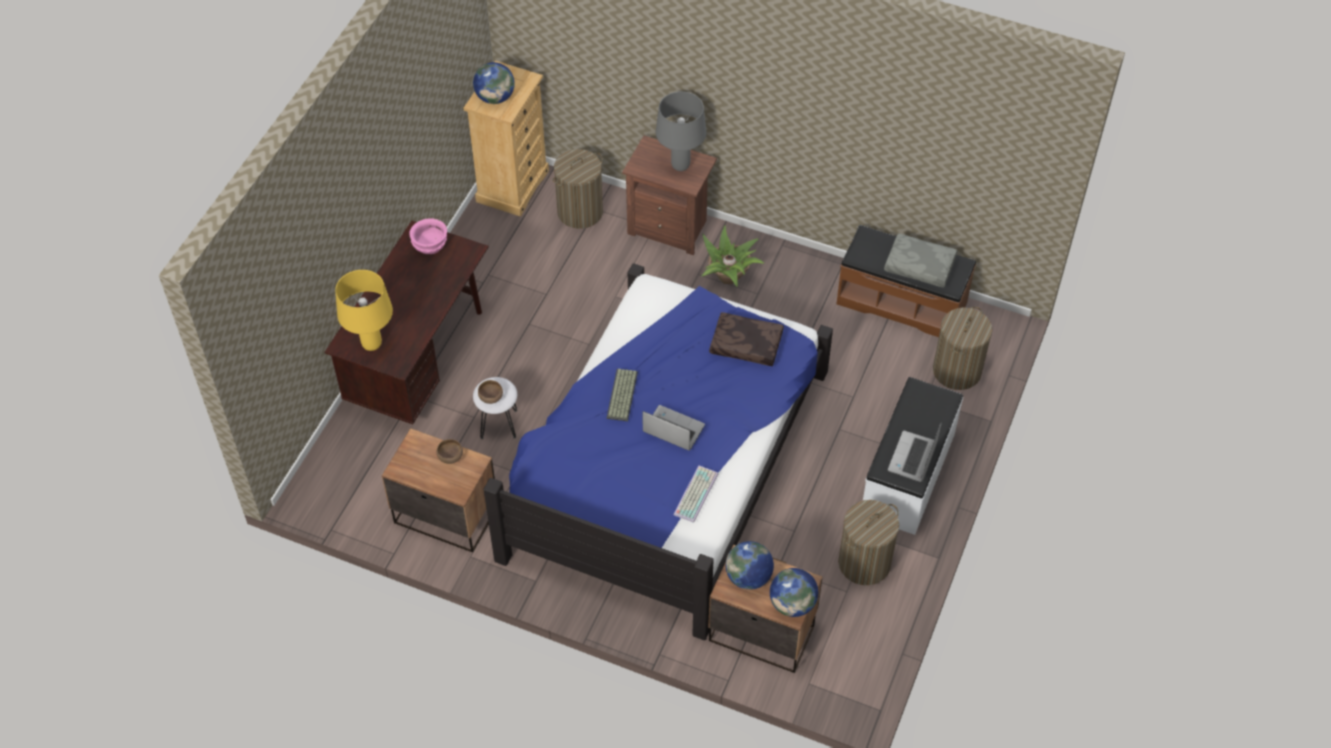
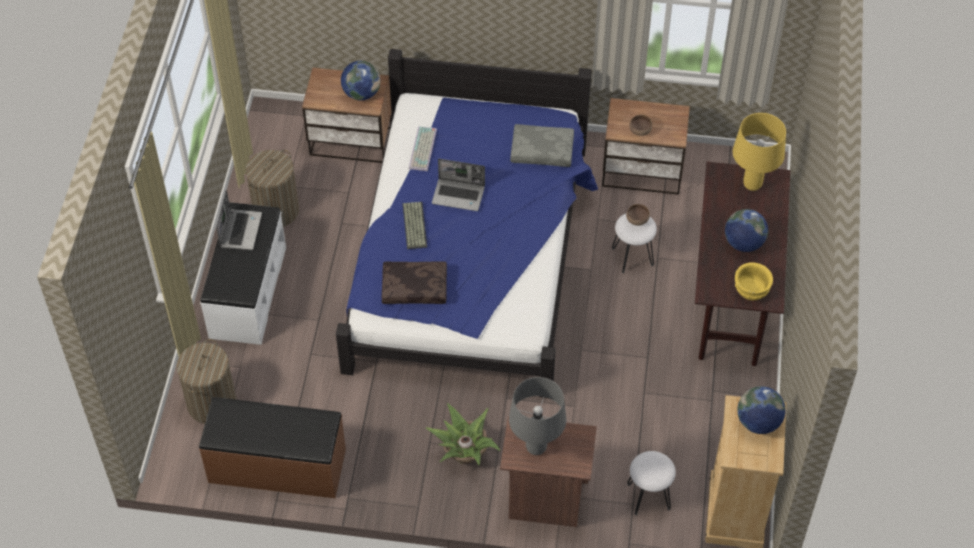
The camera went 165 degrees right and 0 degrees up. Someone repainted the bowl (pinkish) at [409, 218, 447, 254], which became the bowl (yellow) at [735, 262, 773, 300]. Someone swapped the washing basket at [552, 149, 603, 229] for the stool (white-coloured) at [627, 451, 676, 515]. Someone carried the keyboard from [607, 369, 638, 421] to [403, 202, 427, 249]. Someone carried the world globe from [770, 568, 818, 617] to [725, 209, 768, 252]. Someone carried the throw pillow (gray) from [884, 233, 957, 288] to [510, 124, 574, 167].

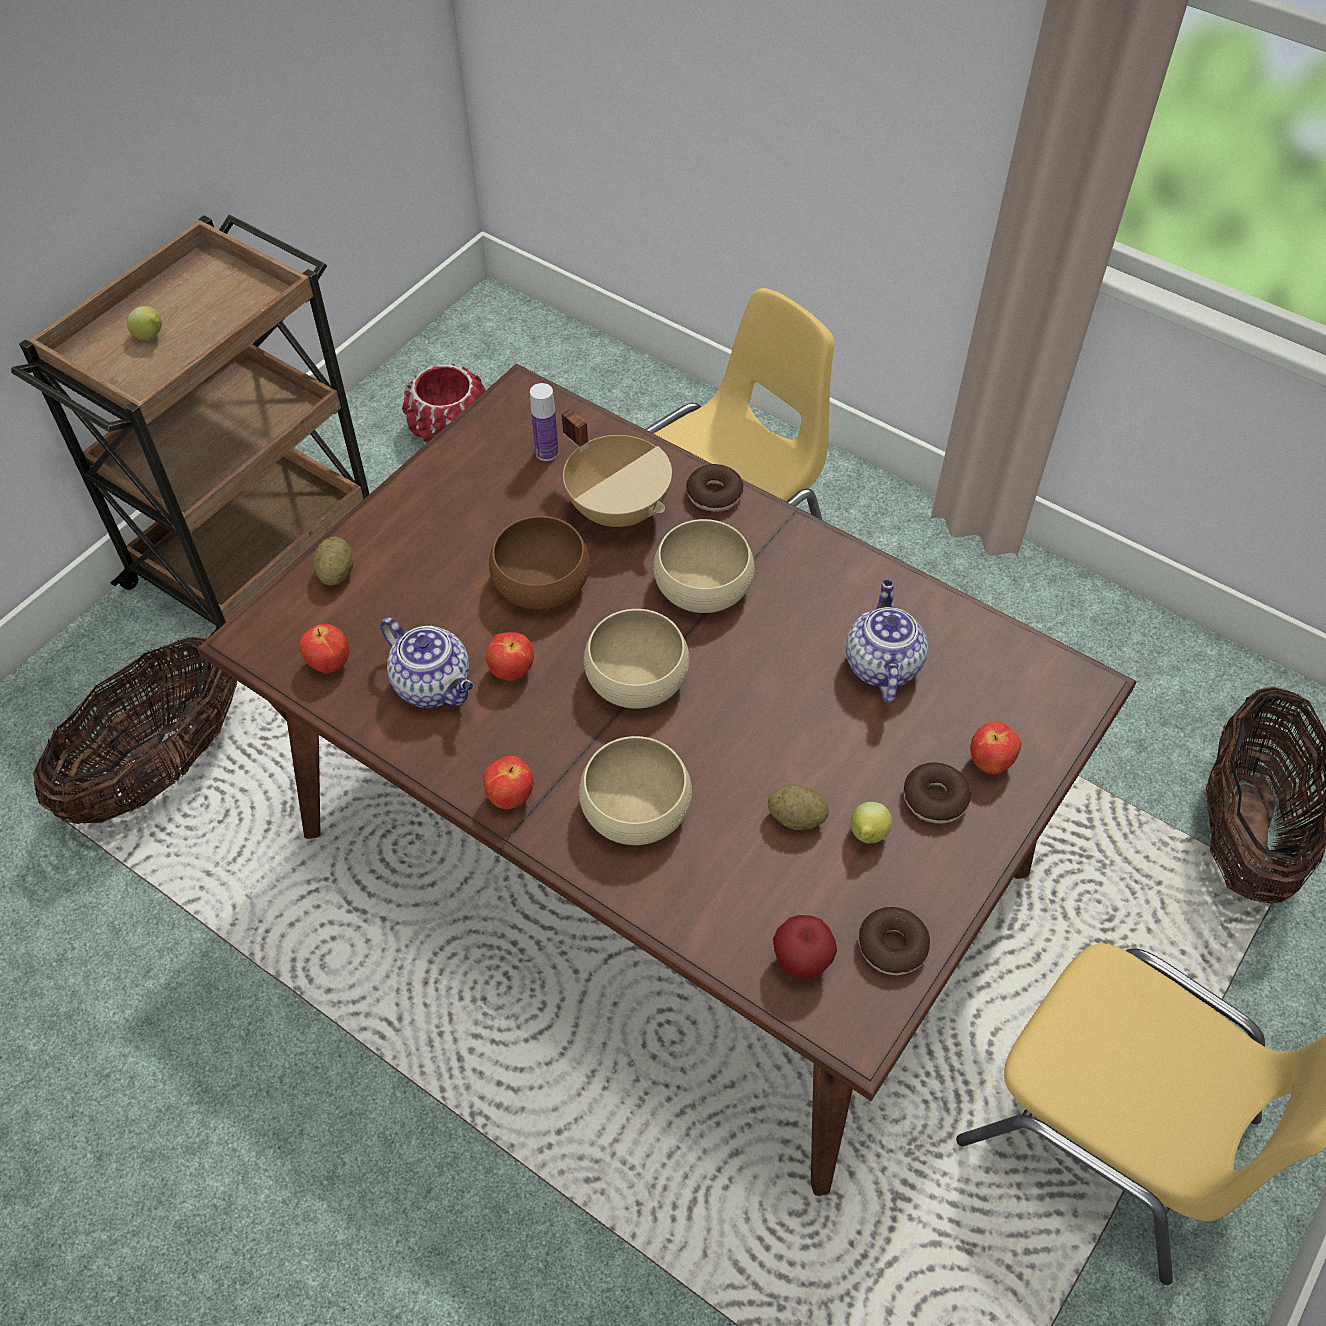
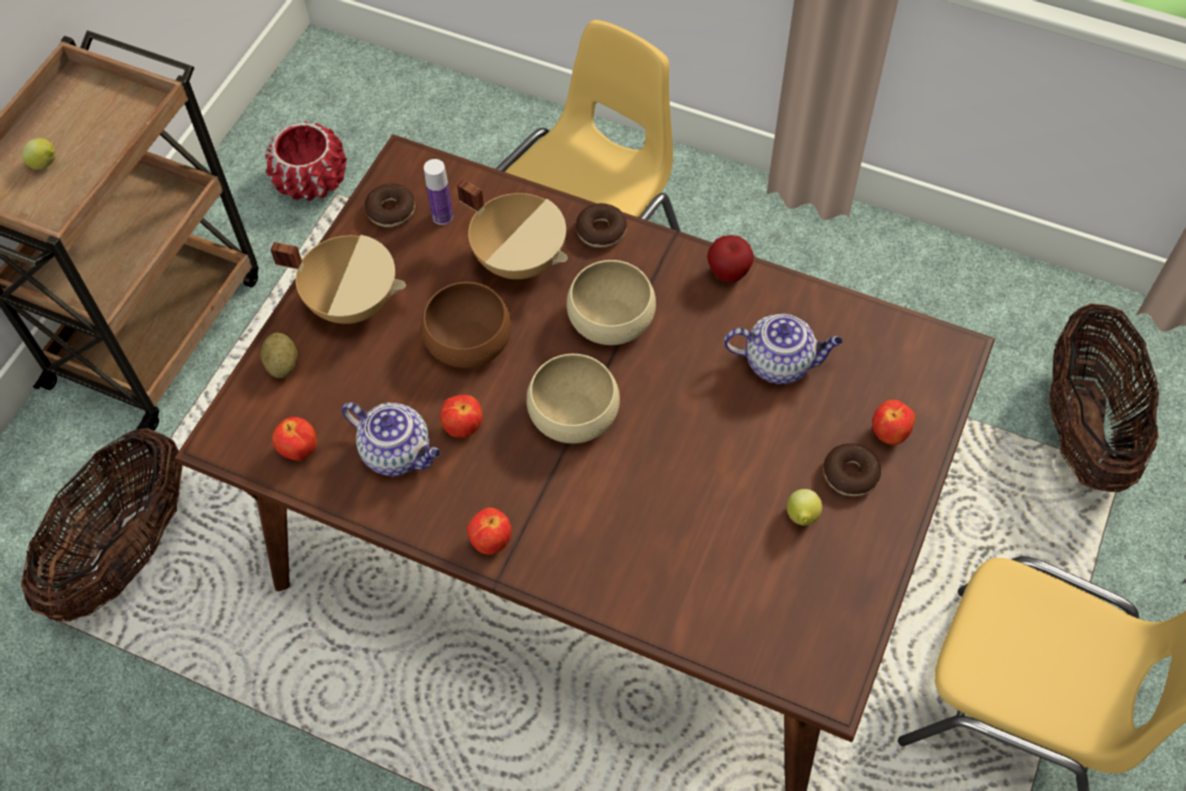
The camera went 10 degrees left and 5 degrees up. Someone took away the bowl (sand-coloured) at [579, 736, 692, 845]. Someone took away the spud at [768, 784, 829, 830]. Someone carried the whole apple from [773, 915, 837, 979] to [707, 235, 754, 283]. Someone rotated the pot for tea at [846, 580, 928, 703] by 105 degrees clockwise. Someone carried the ring doughnut from [859, 907, 930, 975] to [365, 183, 415, 227]. Someone put down the saucepot (sand-coloured) at [271, 235, 406, 324].

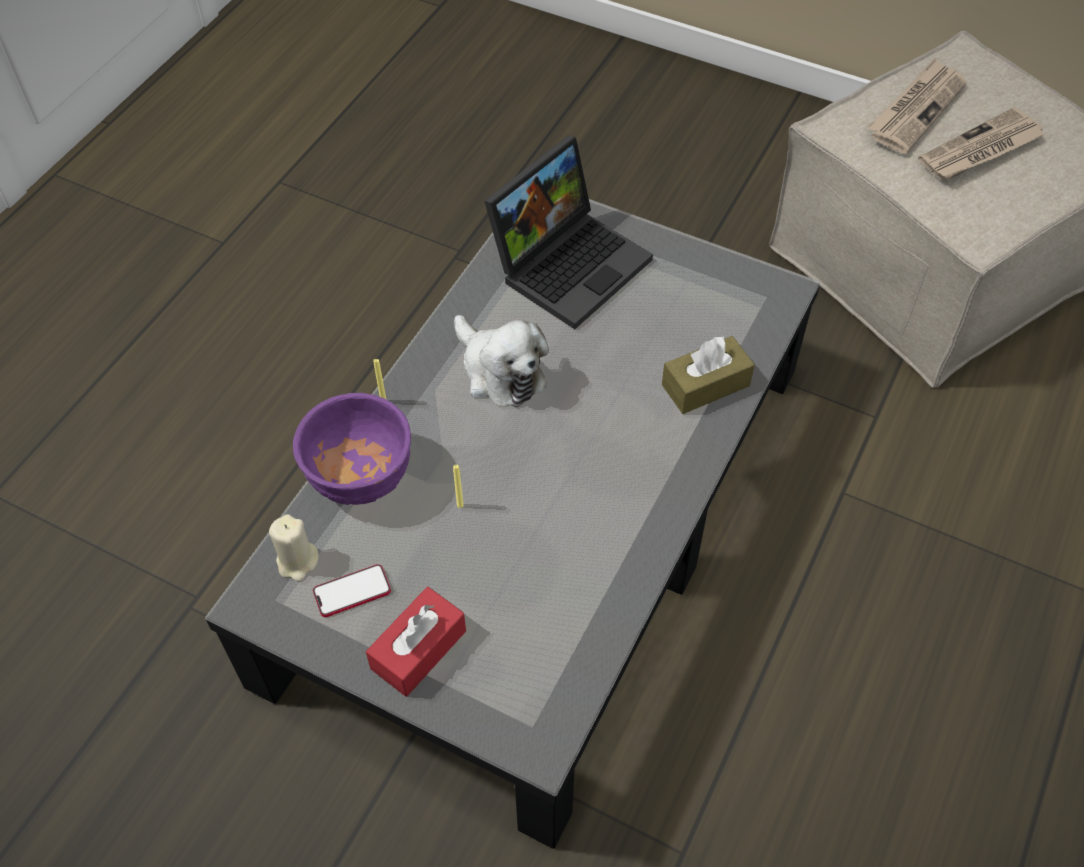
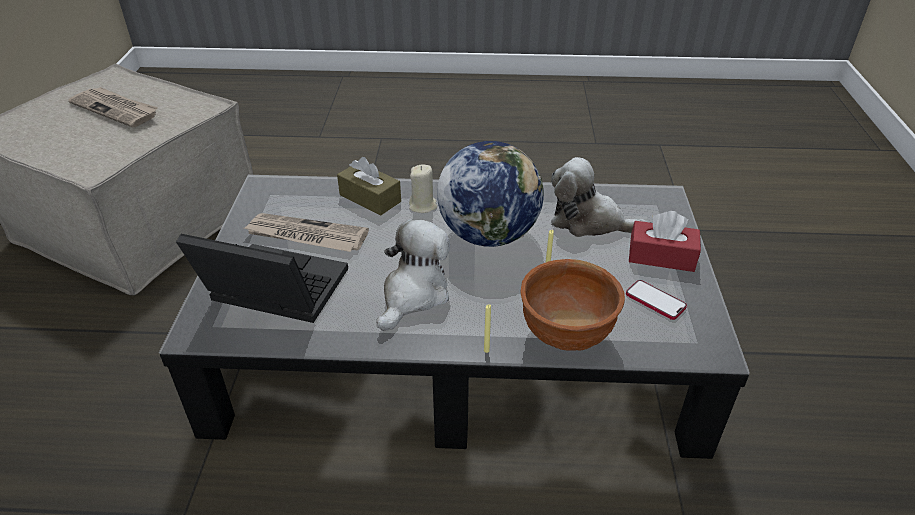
The camera went 115 degrees left and 15 degrees down. Someone carried the candle (sand-coloured) from [269, 514, 319, 581] to [409, 164, 437, 213]. Someone repainted the bowl (purple-coloured) at [293, 393, 411, 505], which became the bowl (brown) at [520, 259, 625, 351]. Someone carried the daily paper from [867, 58, 967, 154] to [244, 213, 369, 252]. Someone put down the world globe at [437, 141, 544, 247]. Someone put down the cuddly toy at [551, 157, 647, 237].

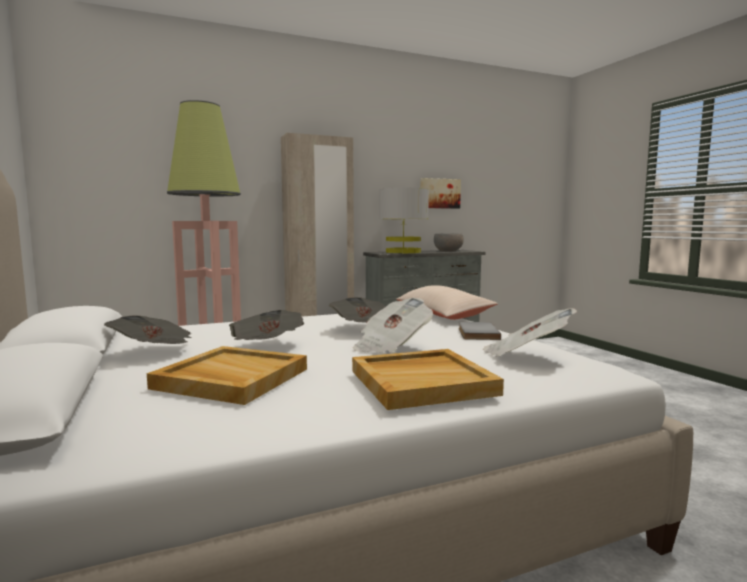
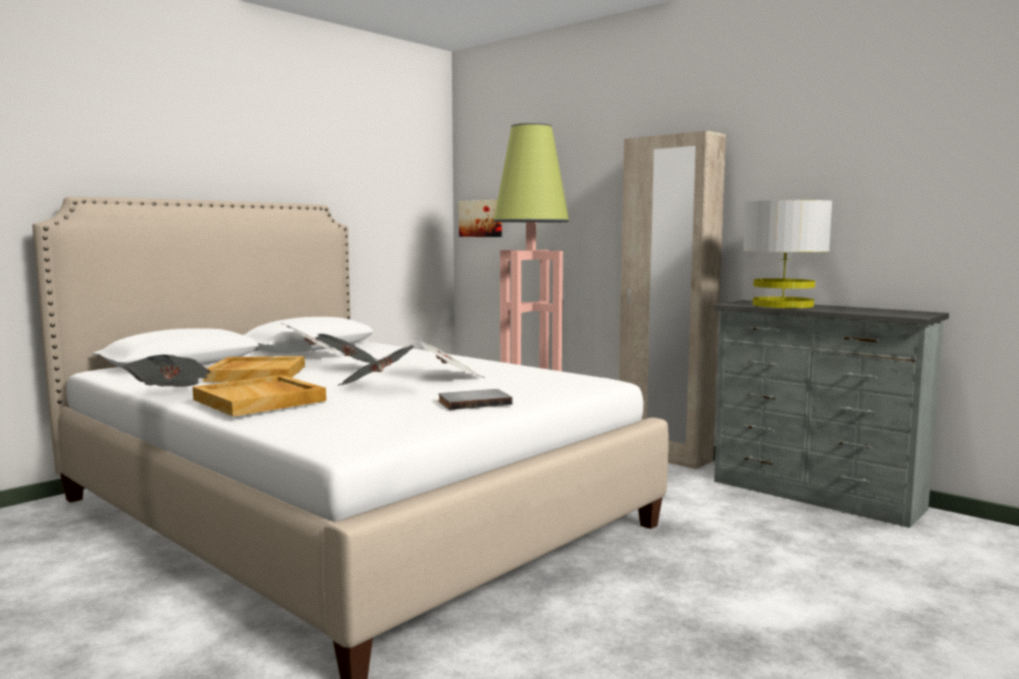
The camera went 65 degrees right and 0 degrees up. Someone took away the throw pillow (sand-coloured) at [396, 285, 498, 320]. Someone carried the wall picture from [420, 178, 461, 209] to [459, 200, 502, 237]. Someone took away the bowl (gray) at [434, 233, 464, 252]. Someone carried the daily paper from [483, 308, 577, 357] to [122, 355, 210, 387].

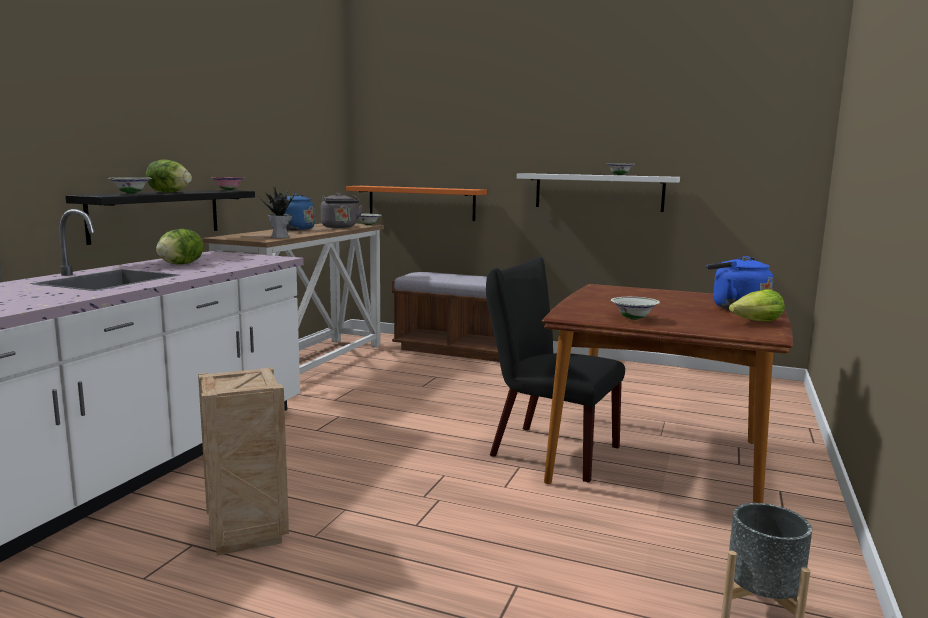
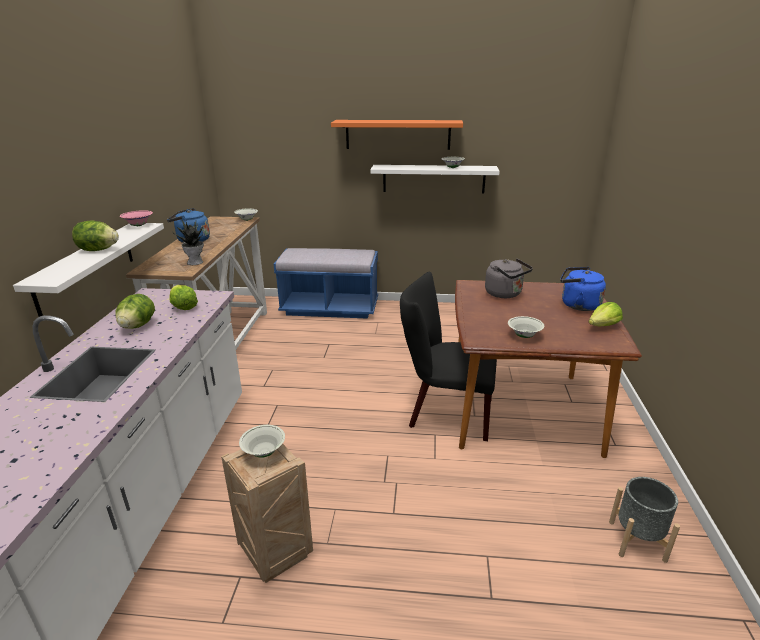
The camera went 15 degrees left and 15 degrees up. Someone repainted the wall shelf (black) at [65, 190, 255, 245], which became the wall shelf (white-coloured) at [13, 223, 164, 317]. Someone carried the bowl (white-coloured) from [108, 177, 151, 194] to [239, 425, 285, 458]. Someone carried the tea kettle (gray) from [321, 193, 363, 228] to [485, 258, 533, 298]. Someone carried the wall shelf (orangey) from [346, 186, 487, 221] to [331, 120, 463, 150]. Someone repainted the long seat (brown) at [392, 272, 500, 362], which became the long seat (bluish) at [274, 248, 378, 319]. Someone put down the lettuce at [170, 285, 198, 310].

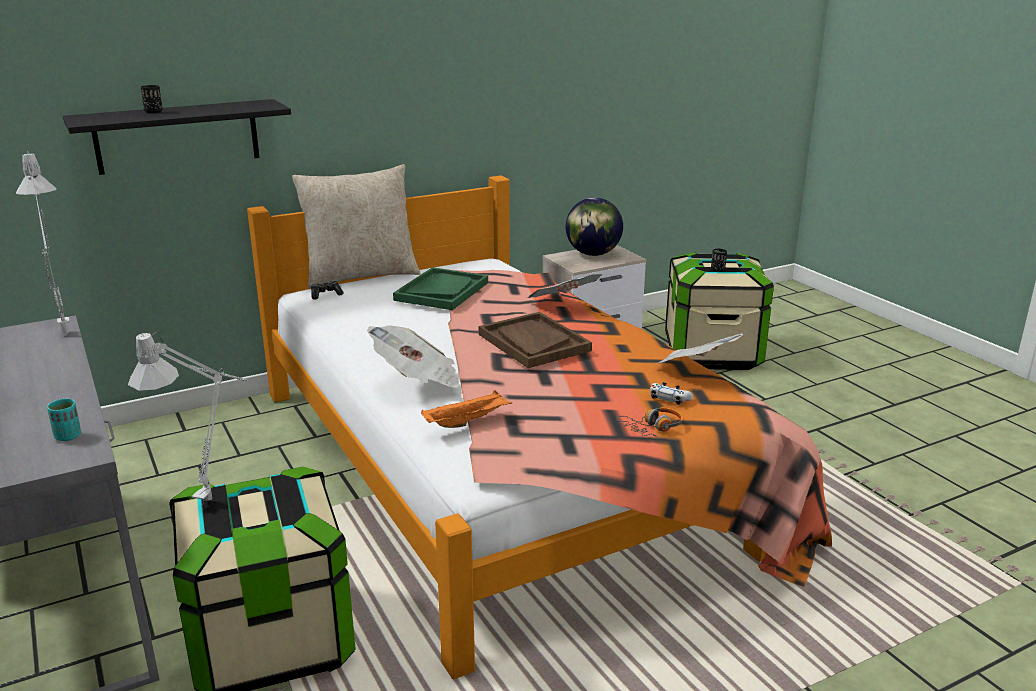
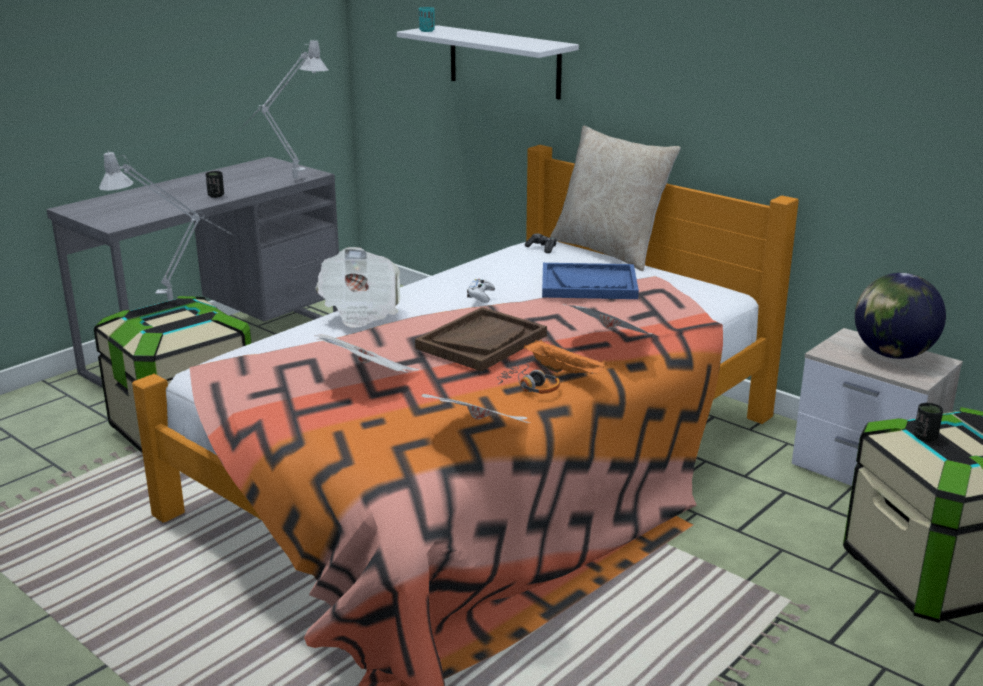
The camera went 70 degrees right and 0 degrees up. Someone carried the cup (blue-green) from [47, 399, 81, 441] to [419, 7, 435, 32]. Someone repainted the wall shelf (black) at [63, 99, 291, 175], which became the wall shelf (white-coloured) at [397, 25, 579, 100]. Someone carried the cup (black) from [141, 85, 163, 113] to [206, 171, 224, 198]. Someone repainted the serving tray (green) at [393, 267, 488, 310], which became the serving tray (bluish) at [542, 263, 639, 299]. Someone carried the serving tray (orangey) from [421, 390, 512, 428] to [524, 340, 607, 374]. Someone carried the headset from [617, 407, 684, 437] to [497, 363, 560, 394]. Someone carried the gamepad (white-coloured) from [650, 382, 693, 405] to [467, 279, 495, 303]. Someone put down the daily paper at [314, 335, 419, 373].

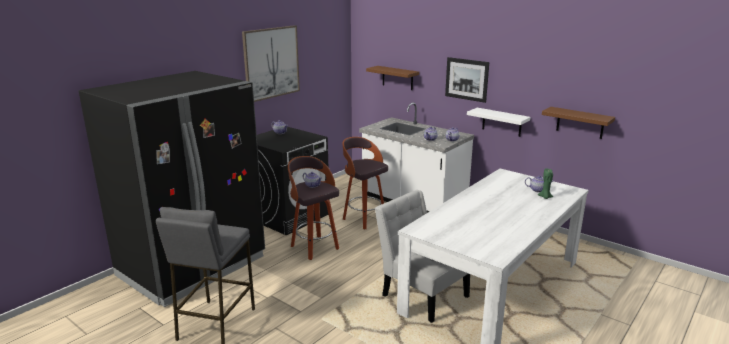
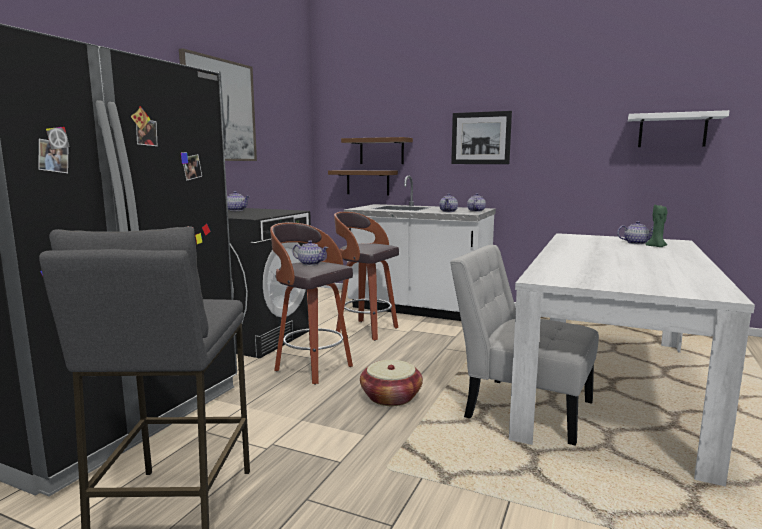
The camera went 15 degrees left and 10 degrees down. Someone carried the wall shelf (white-coloured) from [467, 108, 531, 137] to [628, 110, 729, 147]. Someone carried the wall shelf (brown) from [542, 107, 615, 139] to [328, 170, 398, 195]. Someone put down the household basket at [360, 360, 423, 406].

